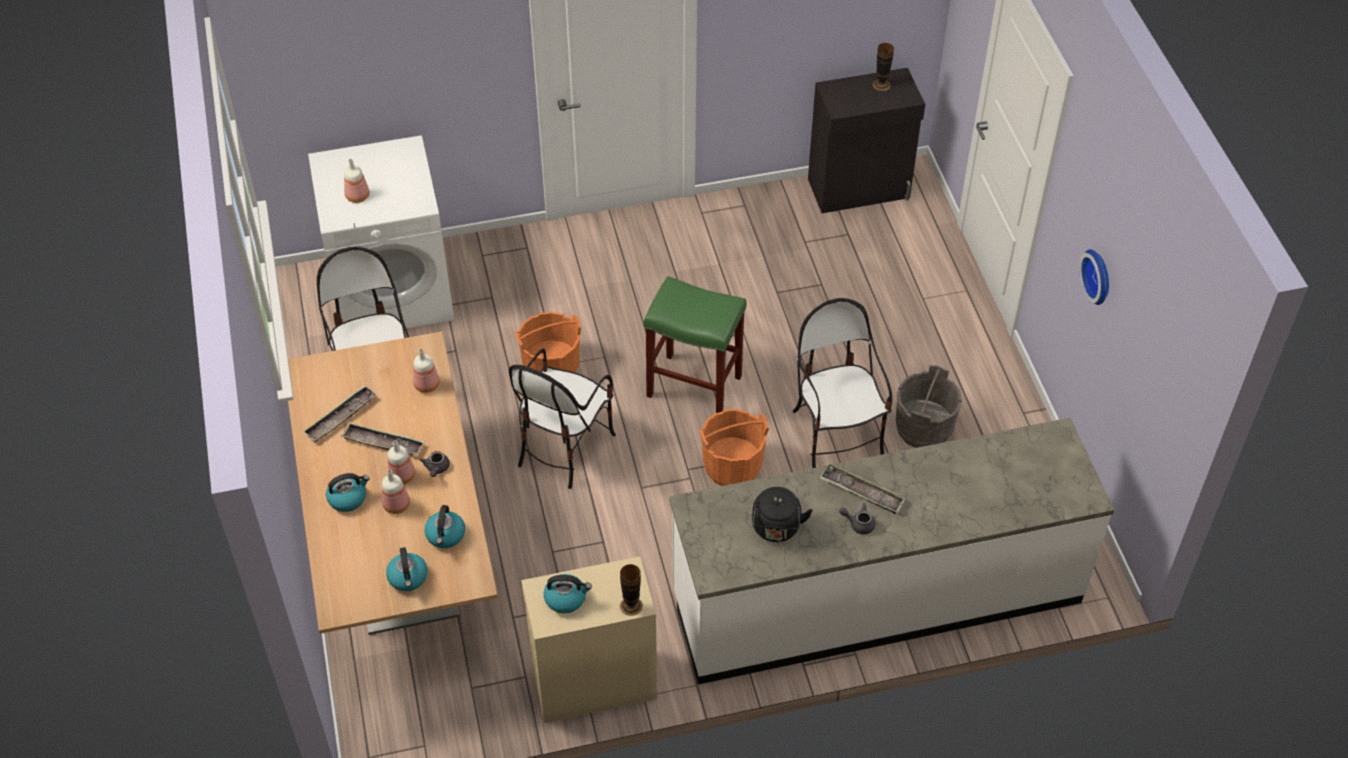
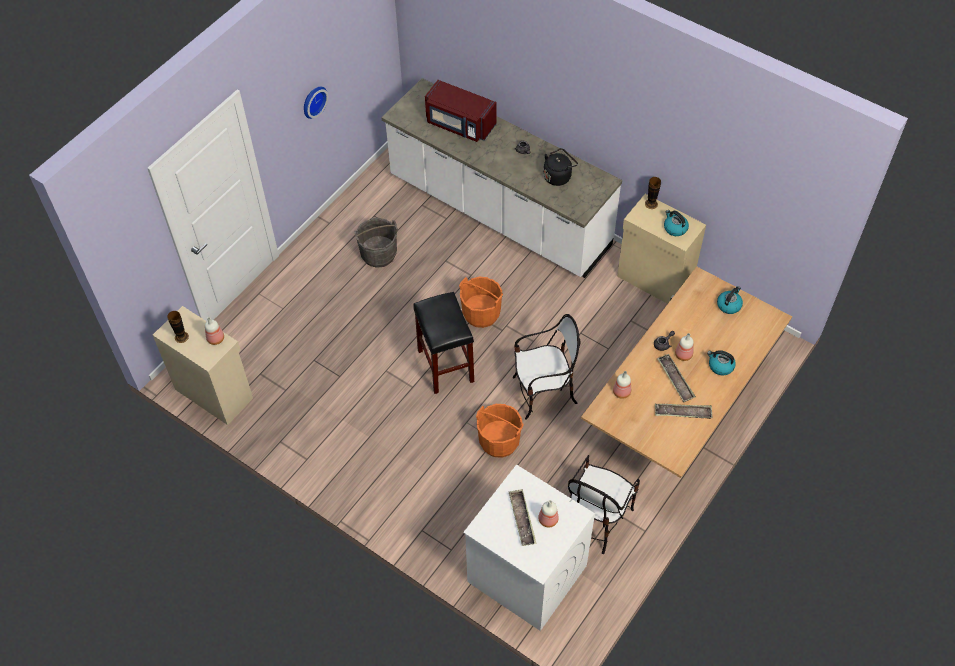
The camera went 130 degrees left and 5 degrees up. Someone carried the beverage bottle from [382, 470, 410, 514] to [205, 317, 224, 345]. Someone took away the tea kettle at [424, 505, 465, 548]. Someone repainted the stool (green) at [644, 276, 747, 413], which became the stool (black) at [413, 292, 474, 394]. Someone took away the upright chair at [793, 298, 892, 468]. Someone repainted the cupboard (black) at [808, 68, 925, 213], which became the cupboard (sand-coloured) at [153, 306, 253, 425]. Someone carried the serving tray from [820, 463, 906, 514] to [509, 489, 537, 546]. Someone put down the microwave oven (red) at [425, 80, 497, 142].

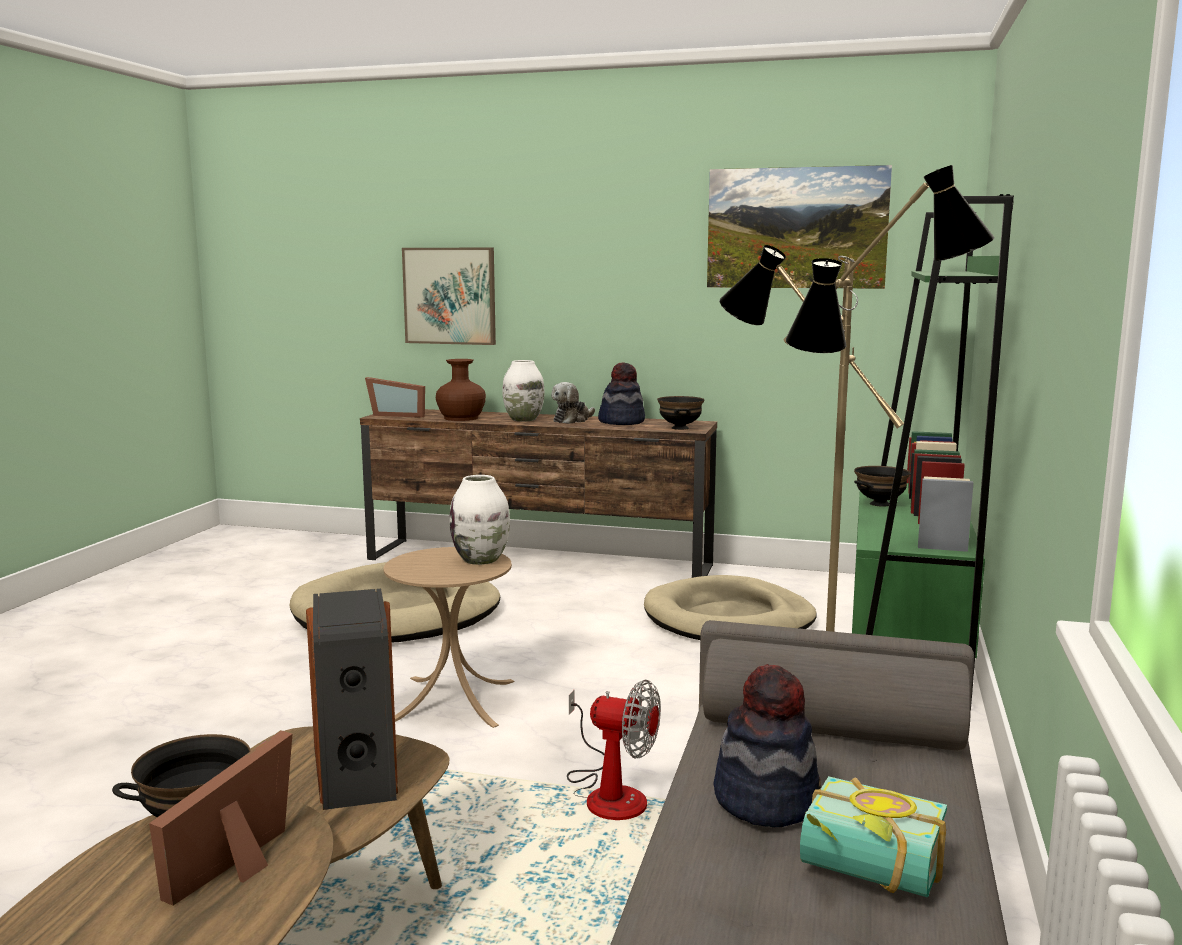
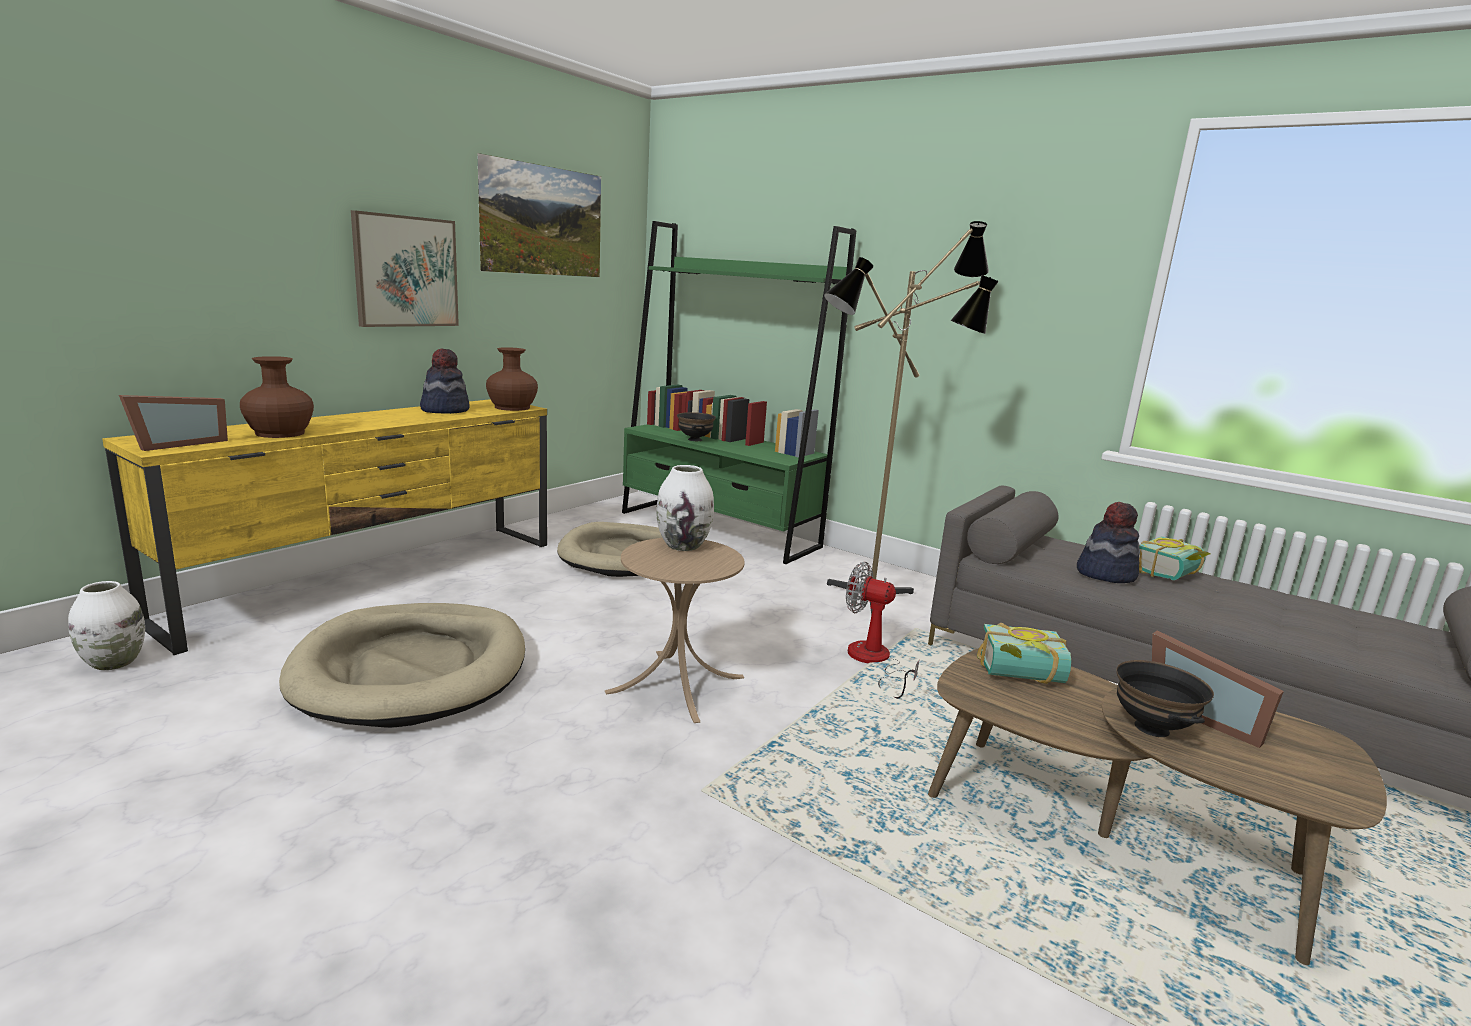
The camera went 70 degrees left and 5 degrees up. Someone swapped the speaker at [306, 589, 398, 810] for the volume at [977, 623, 1071, 684]. Someone repainted the tv unit (brown) at [360, 409, 717, 578], which became the tv unit (yellow) at [102, 399, 547, 655]. Someone carried the wall picture from [402, 248, 496, 345] to [351, 210, 459, 327]. Someone carried the vase (white-coloured) from [502, 360, 544, 422] to [68, 581, 145, 670]. Someone took away the cuddly toy at [551, 382, 595, 424]. Someone rotated the cooling fan at [567, 680, 661, 820] by 105 degrees counterclockwise. Someone swapped the bowl (black) at [657, 396, 704, 430] for the vase (brown) at [486, 347, 538, 411].

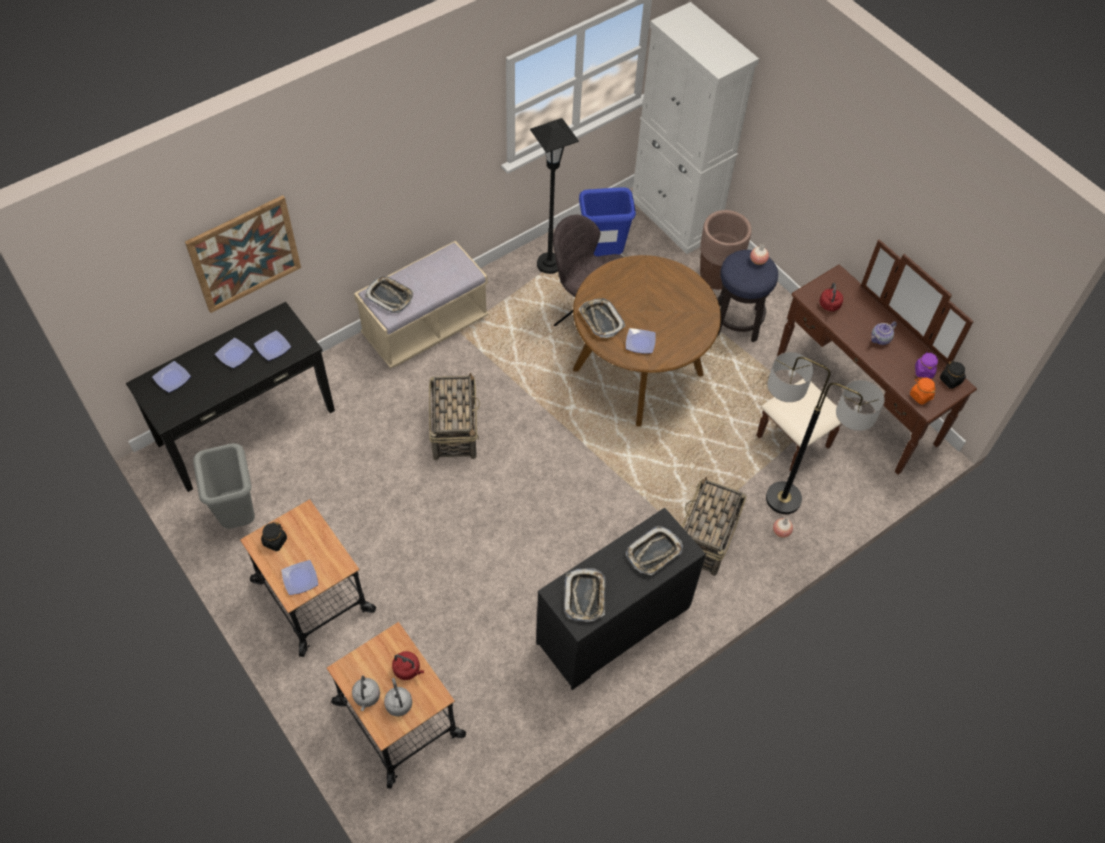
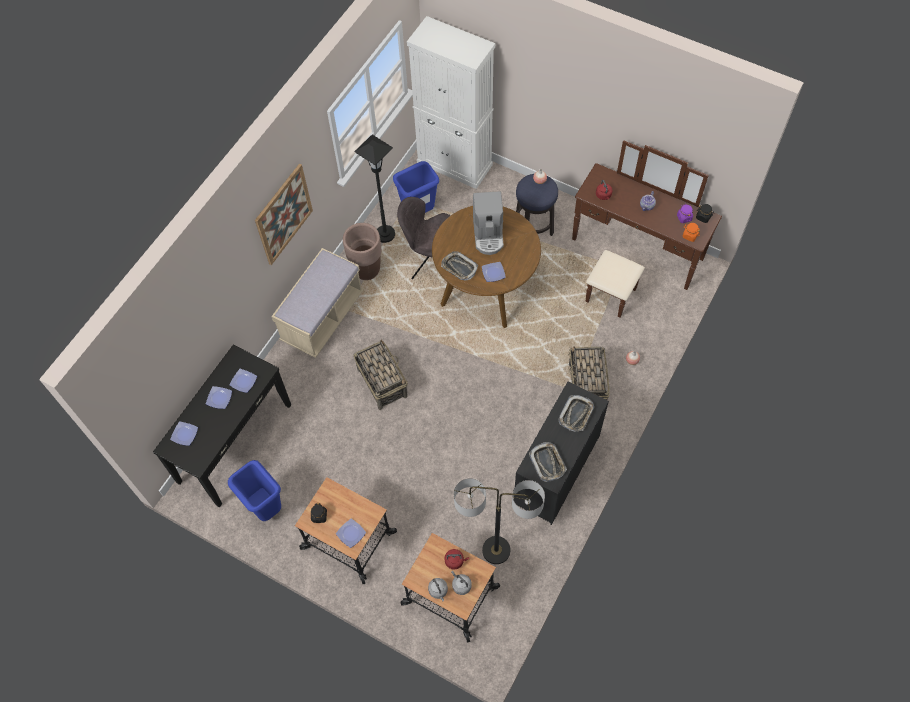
The camera went 20 degrees left and 5 degrees up. Someone carried the wall picture from [185, 195, 301, 313] to [255, 164, 313, 265]. Someone repainted the rubbish bin (gray) at [193, 443, 255, 529], which became the rubbish bin (bluish) at [228, 460, 281, 521]. Someone took away the serving tray at [365, 276, 413, 313]. Someone carried the planter (brown) from [700, 210, 752, 289] to [343, 223, 381, 280]. Someone carried the standard lamp from [766, 352, 885, 514] to [454, 478, 545, 564]. Someone put down the coffee machine at [473, 191, 504, 255].

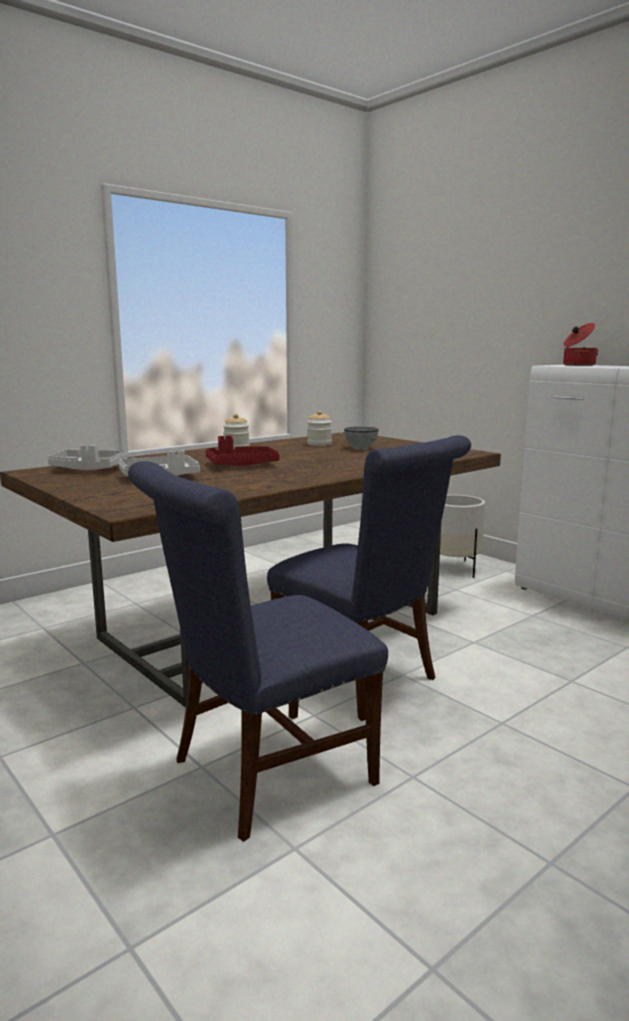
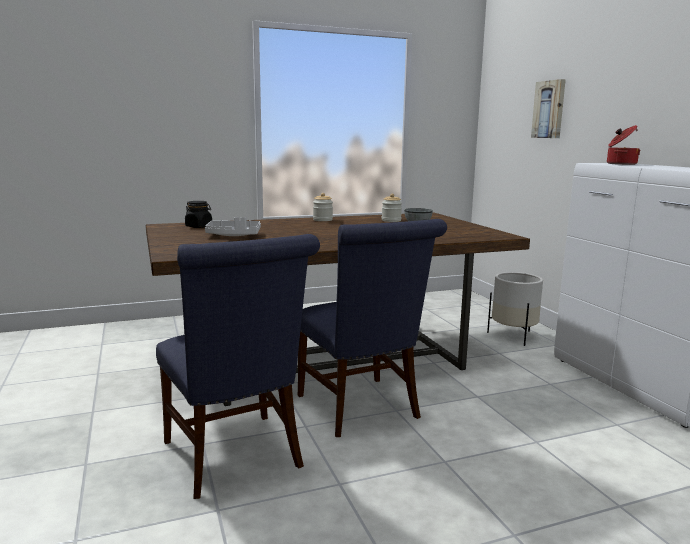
The camera went 20 degrees right and 0 degrees up. Someone swapped the serving tray (gray) at [48, 445, 128, 470] for the jar (black) at [185, 201, 212, 228]. Someone rotated the upright chair (bluish) at [128, 461, 388, 842] by 105 degrees counterclockwise. Someone took away the serving tray (red) at [206, 436, 280, 466]. Someone put up the wall picture at [531, 79, 566, 138].

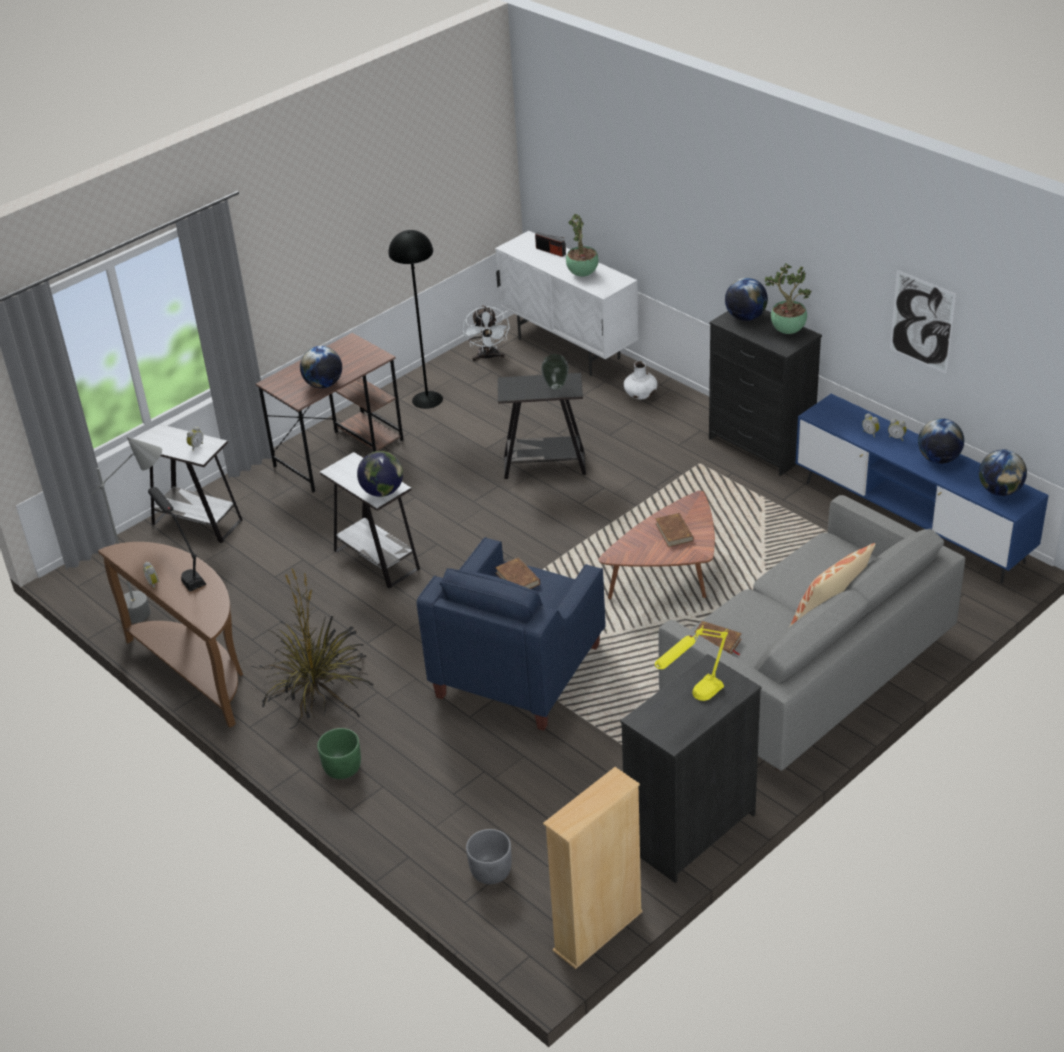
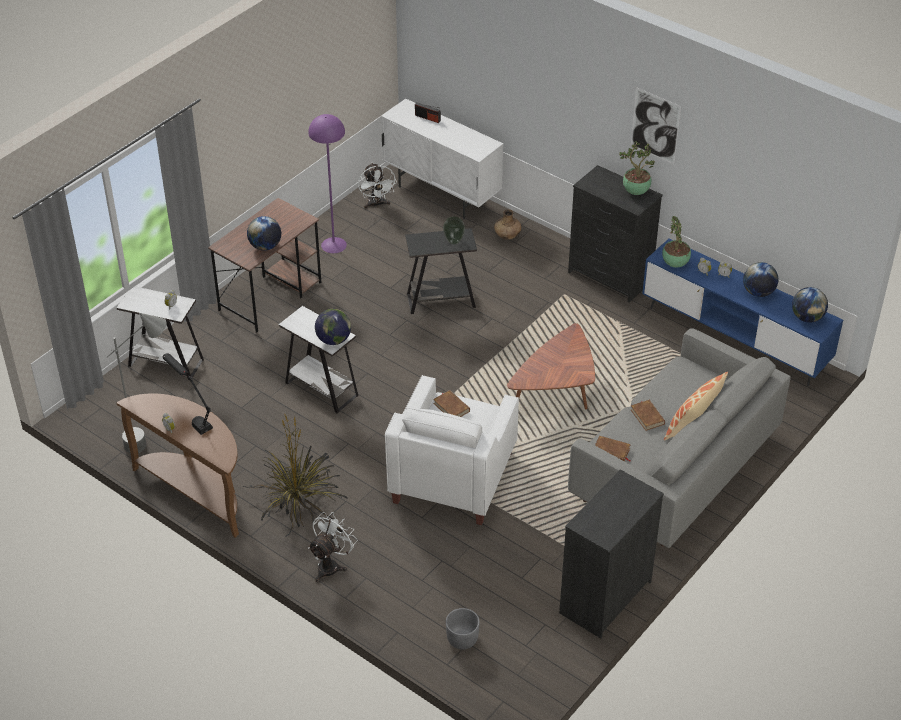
The camera went 10 degrees left and 5 degrees up. Someone swapped the planter (green) at [317, 728, 361, 779] for the cooling fan (white-coloured) at [308, 512, 358, 582]. Someone repainted the standard lamp (black) at [389, 230, 443, 409], which became the standard lamp (purple-coloured) at [308, 114, 347, 253]. Someone repainted the lounge chair (bluish) at [417, 537, 606, 731], which became the lounge chair (white-coloured) at [385, 375, 519, 525]. Someone took away the shelving unit (sand-coloured) at [543, 767, 643, 969]. Someone carried the plant in a pot from [566, 214, 599, 277] to [662, 216, 691, 268]. Someone repainted the vase (white-coloured) at [624, 361, 657, 400], which became the vase (brown) at [494, 209, 522, 240]. Someone carried the volume (brown) from [655, 513, 694, 547] to [631, 400, 665, 431]. Someone took away the table lamp (yellow) at [655, 625, 728, 701]. Someone took away the world globe at [725, 278, 768, 321]. Someone carried the wall picture from [890, 270, 956, 374] to [631, 87, 681, 165].

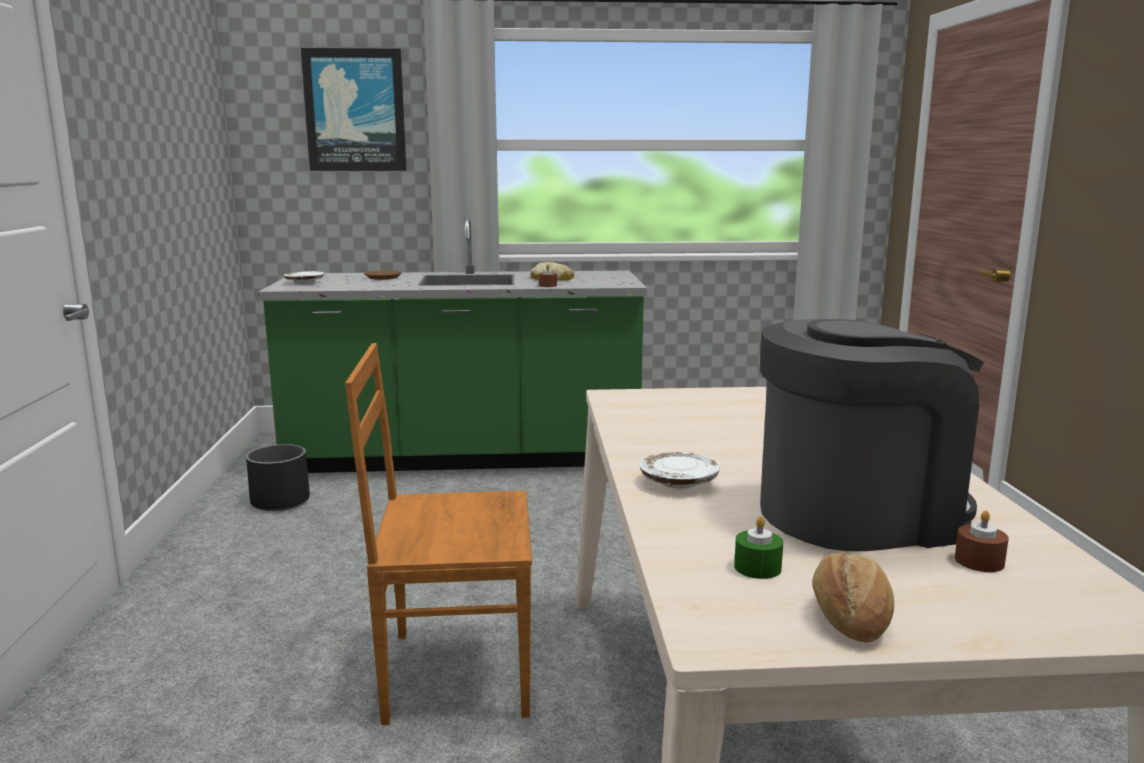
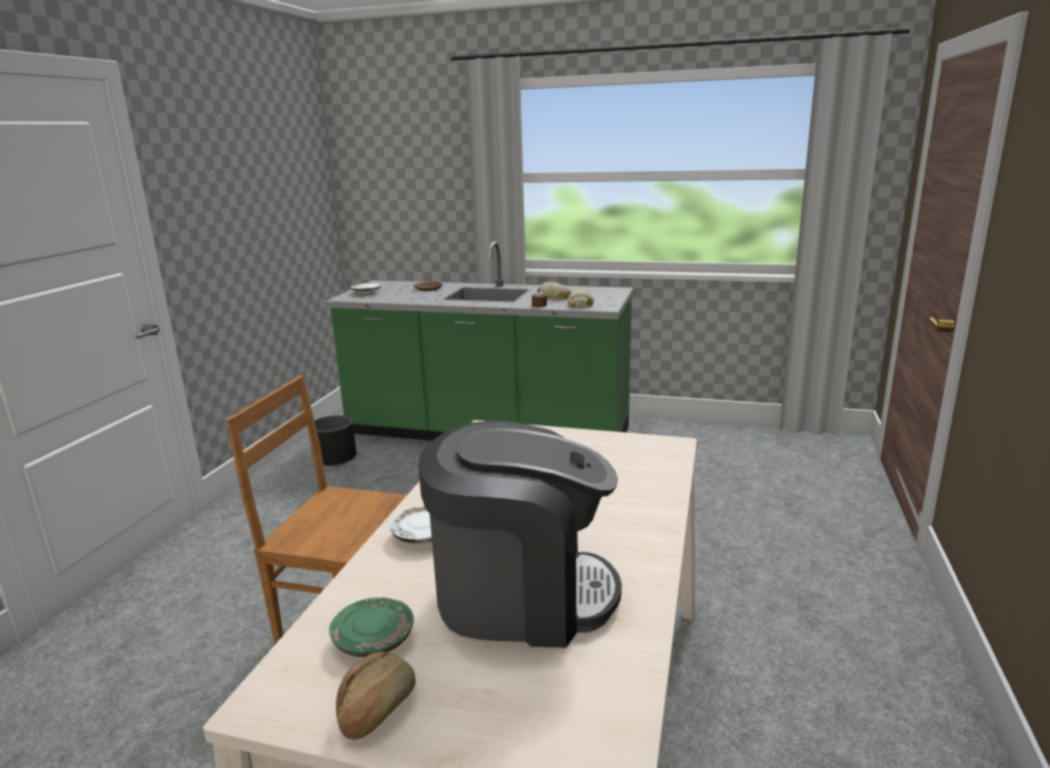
The camera went 20 degrees right and 5 degrees up. Someone took away the wall picture at [301, 48, 406, 171]. Someone swapped the candle (green) at [734, 516, 783, 579] for the flat dish (green) at [329, 597, 414, 657]. Someone took away the candle (brown) at [955, 510, 1009, 572]. Someone put down the bakery bread at [568, 289, 594, 308].

